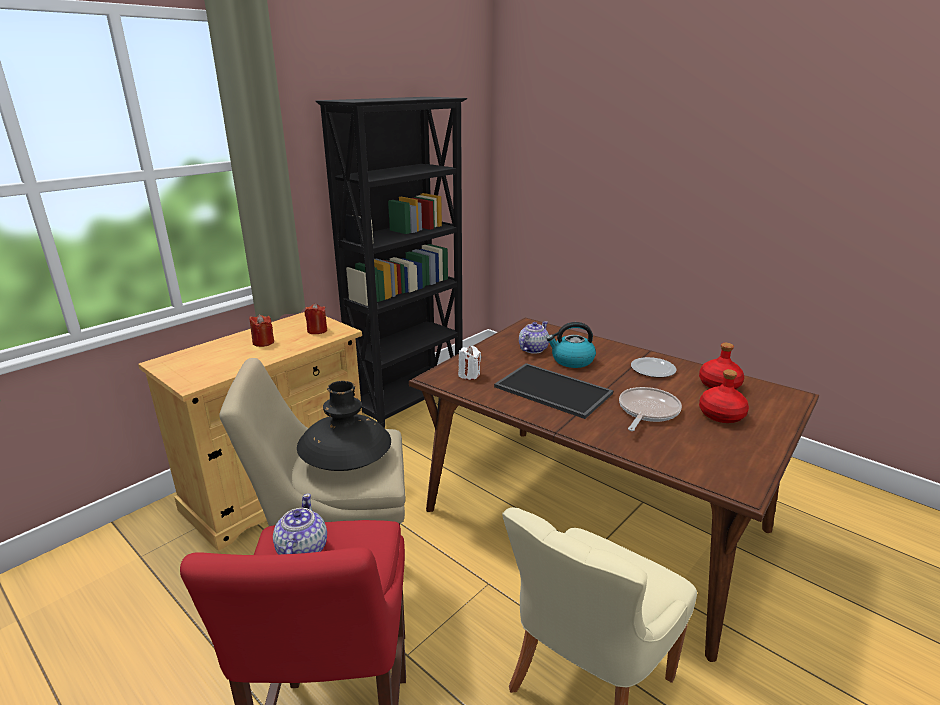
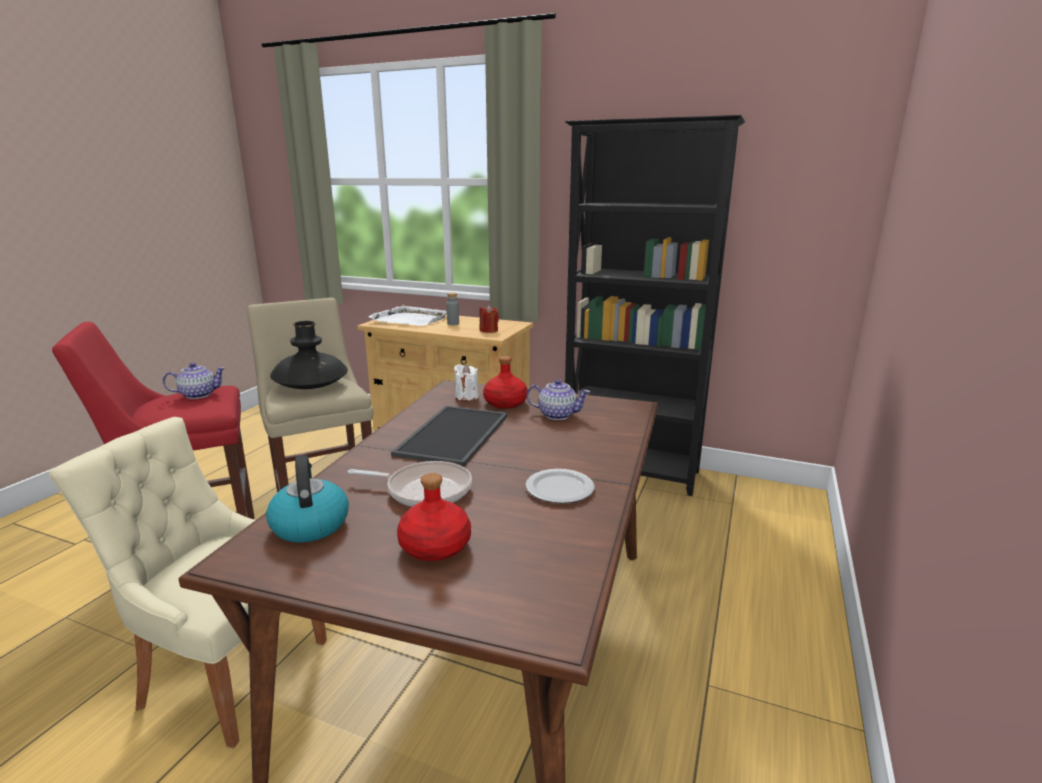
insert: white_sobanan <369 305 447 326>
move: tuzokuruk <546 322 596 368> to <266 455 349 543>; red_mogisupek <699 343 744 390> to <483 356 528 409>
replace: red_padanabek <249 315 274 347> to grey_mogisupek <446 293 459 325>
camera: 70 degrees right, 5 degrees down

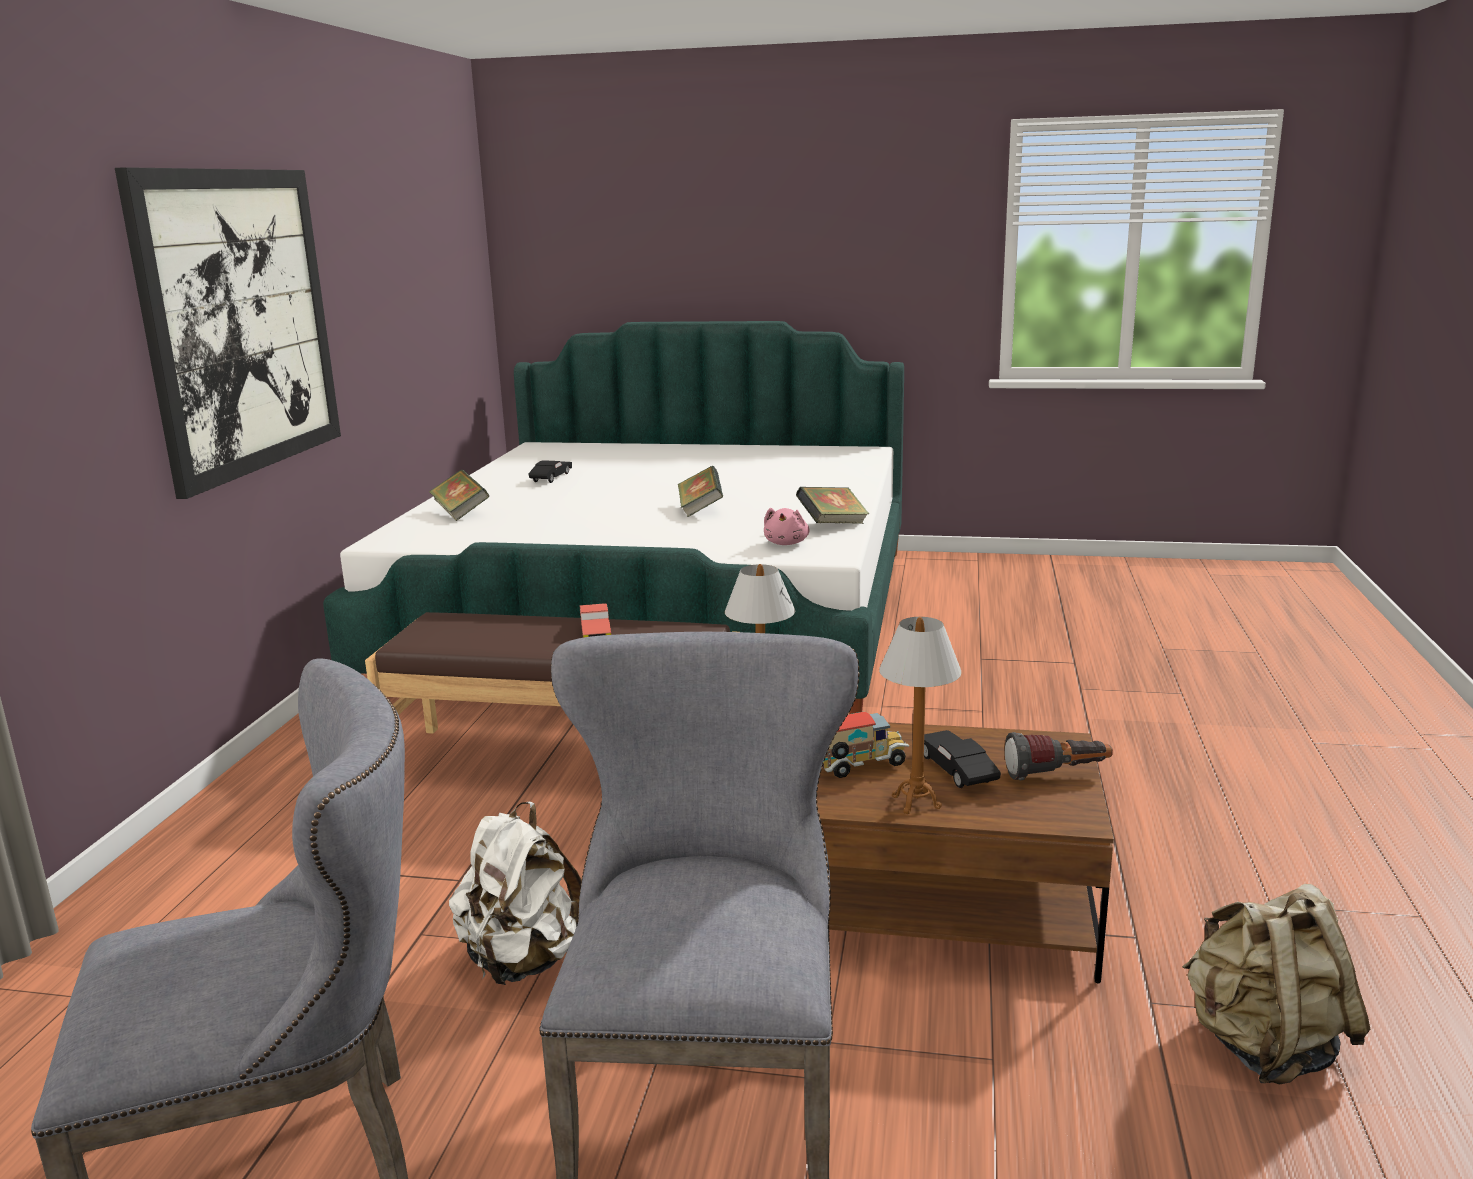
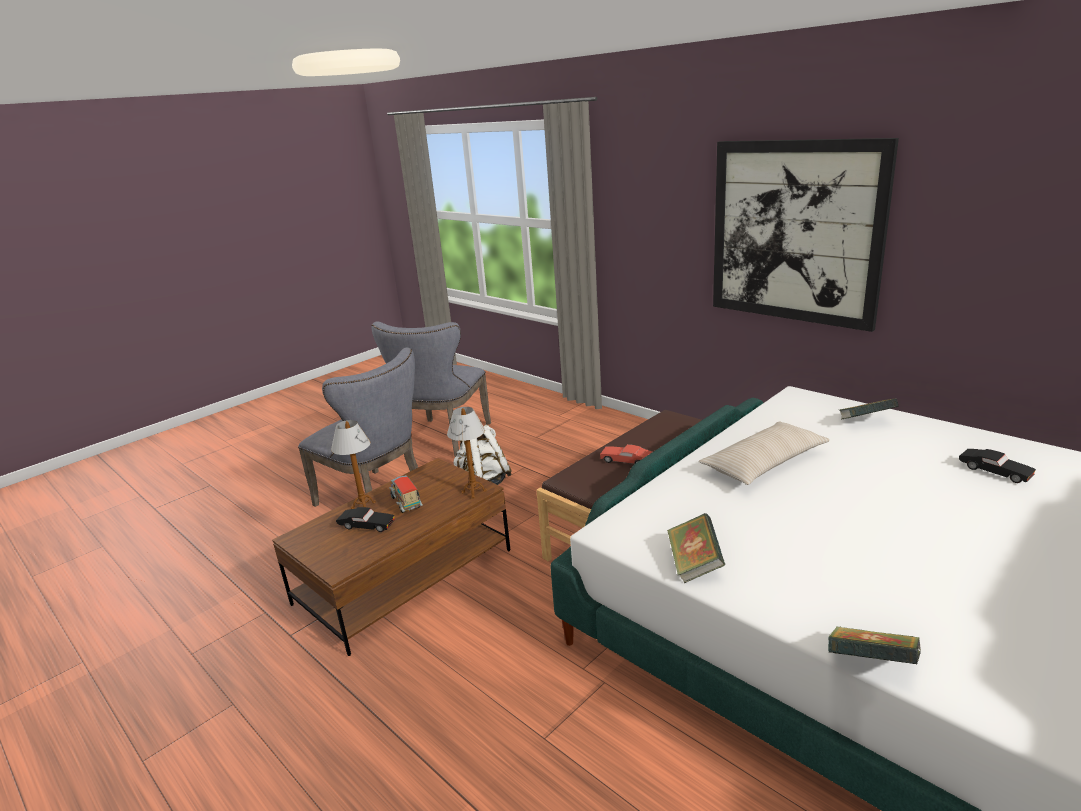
delete: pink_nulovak <764 508 810 545>; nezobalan <1005 732 1113 780>; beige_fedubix <1182 884 1371 1085>
insert: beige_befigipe <698 422 830 485>
move: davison <678 466 723 517> to <828 626 921 664>
rotate: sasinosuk <822 712 909 778> = <389 475 423 513> 135 degrees clockwise
camera: 125 degrees right, 5 degrees up

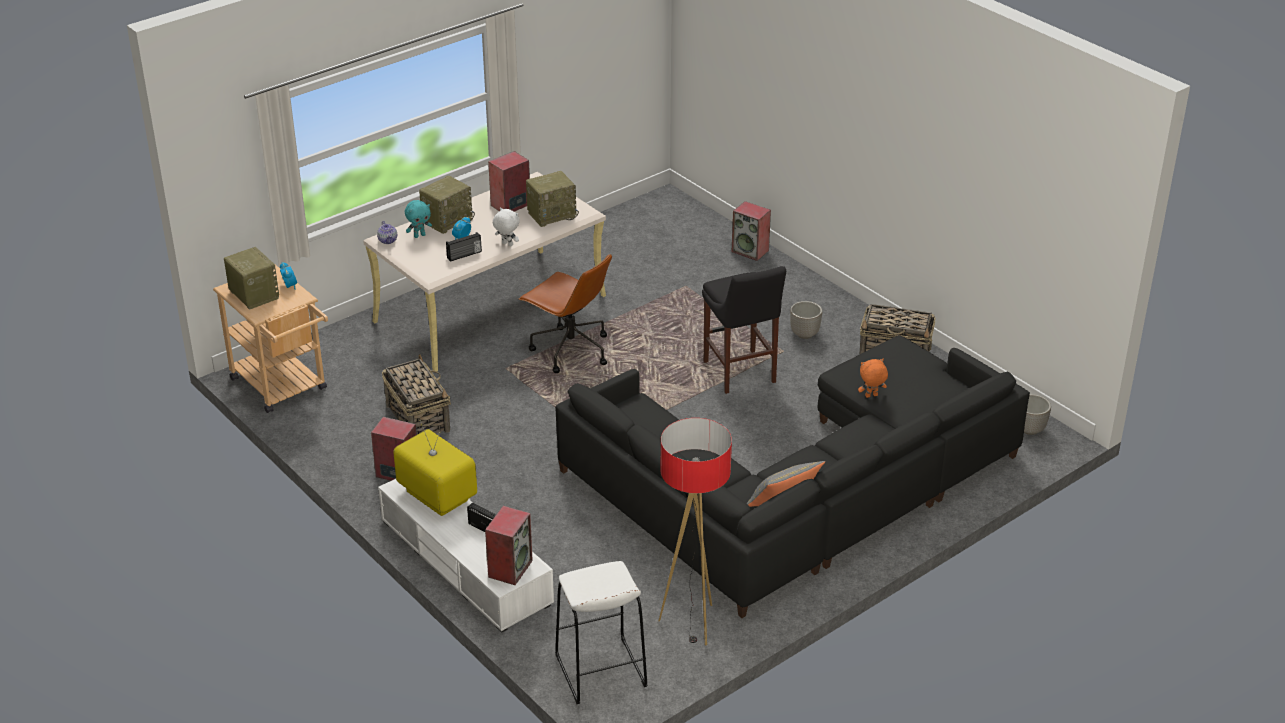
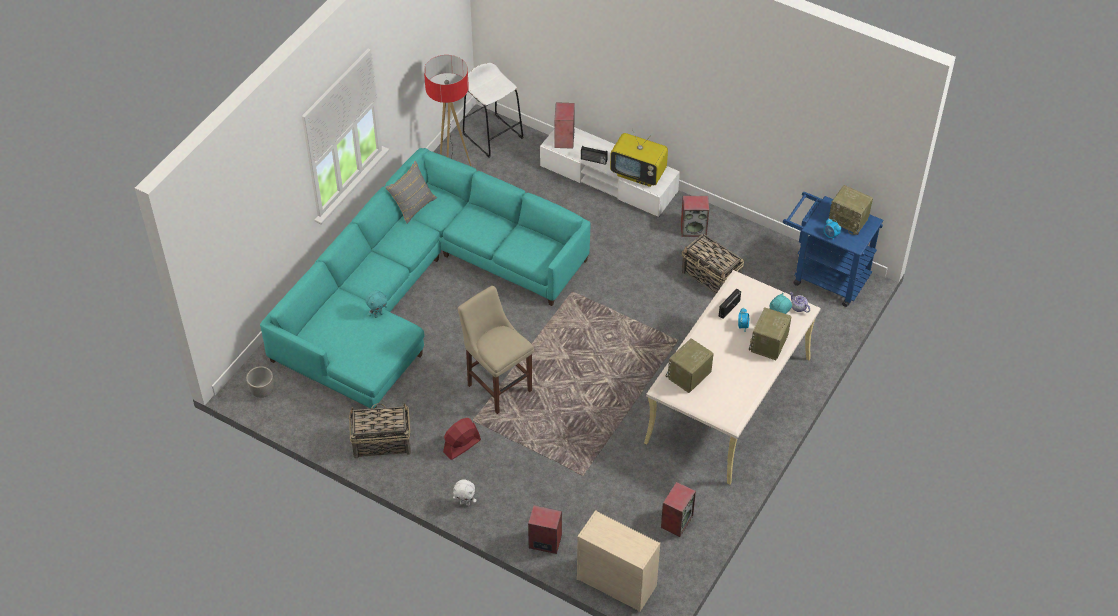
delete: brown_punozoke <519 254 612 373>
insert: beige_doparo <577 510 660 612>
move: white_nulovak <493 207 520 246> to <453 480 476 506>; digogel <488 151 530 212> to <661 482 696 537>
replace: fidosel <790 301 822 339> to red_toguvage <443 418 481 460>
recolor: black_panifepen <555 335 1030 618> to turquoise_panifepen <260 148 591 409>; orange_nulovak <858 359 888 398> to turquoise_nulovak <366 290 388 318>; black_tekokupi <702 266 786 394> to beige_tekokupi <458 286 534 414>; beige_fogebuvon <213 265 328 413> to blue_fogebuvon <783 192 883 307>
camera: 160 degrees right, 15 degrees up

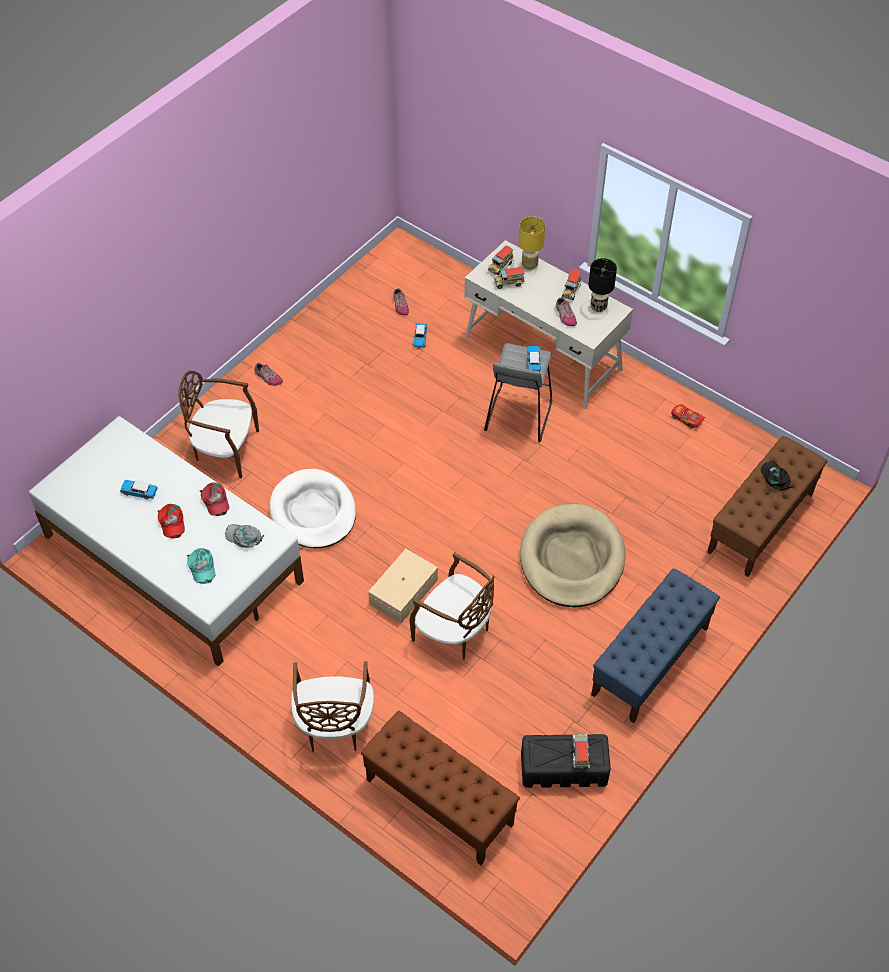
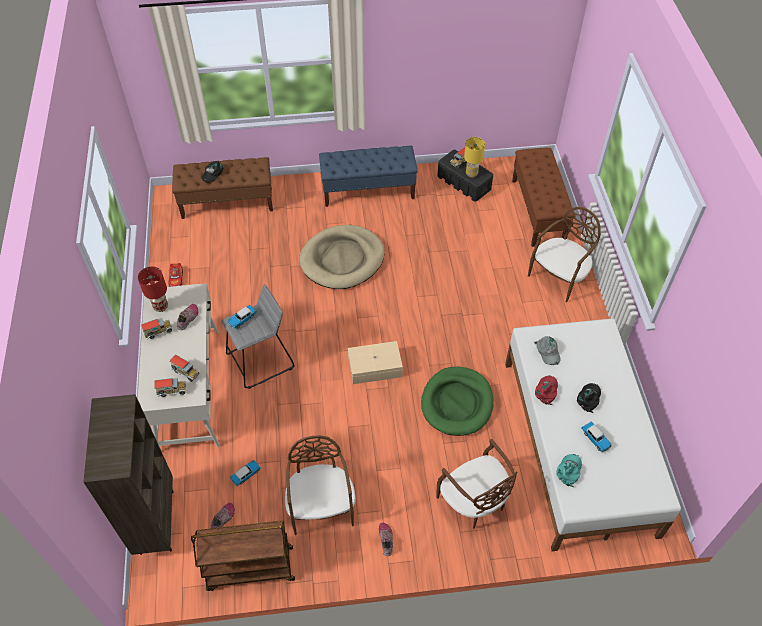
insert: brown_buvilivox <83 394 174 555>; brown_fogebuvon <191 520 295 591>
move: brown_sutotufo <409 552 495 660> to <285 435 356 535>; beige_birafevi <368 549 438 623> to <348 341 403 384>; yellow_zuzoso <519 216 545 270> to <464 137 485 178>; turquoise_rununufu <187 548 216 584> to <556 454 582 487>
recolor: black_zuzoso <588 258 617 312> to red_zuzoso <138 266 168 312>; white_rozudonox <269 469 356 548> to green_rozudonox <421 367 494 436>; red_rununufu <158 504 185 538> to black_rununufu <577 383 601 413>
camera: 135 degrees left, 0 degrees up

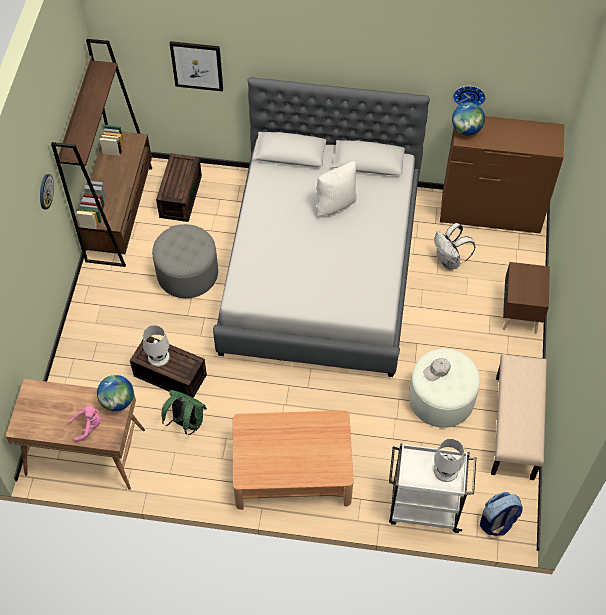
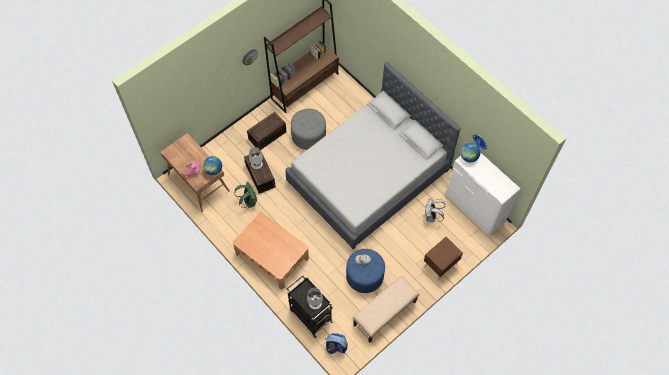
delete: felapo <170 41 223 91>; white_befigipe <317 161 357 216>
move: brown_birafevi <156 153 202 222> to <247 112 287 150>
recolor: white_fogebuvon <389 443 476 533> to black_fogebuvon <287 276 334 338>; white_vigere <409 349 480 428> to blue_vigere <346 249 385 293>; brown_doparo <440 116 564 233> to white_doparo <445 152 521 235>
camera: 40 degrees right, 5 degrees up

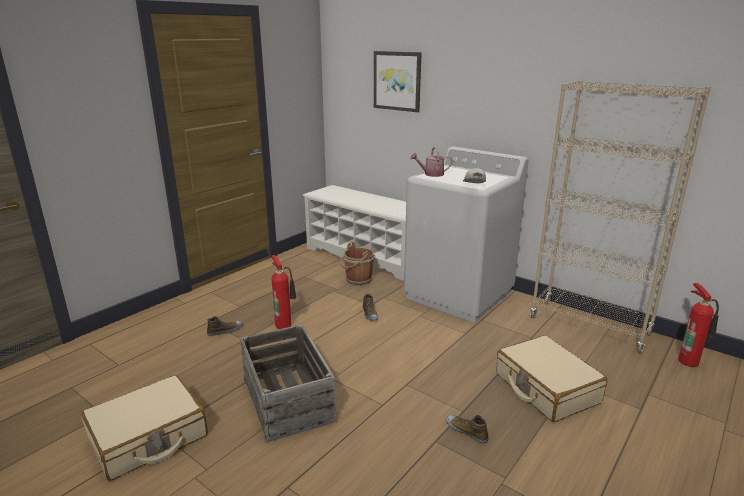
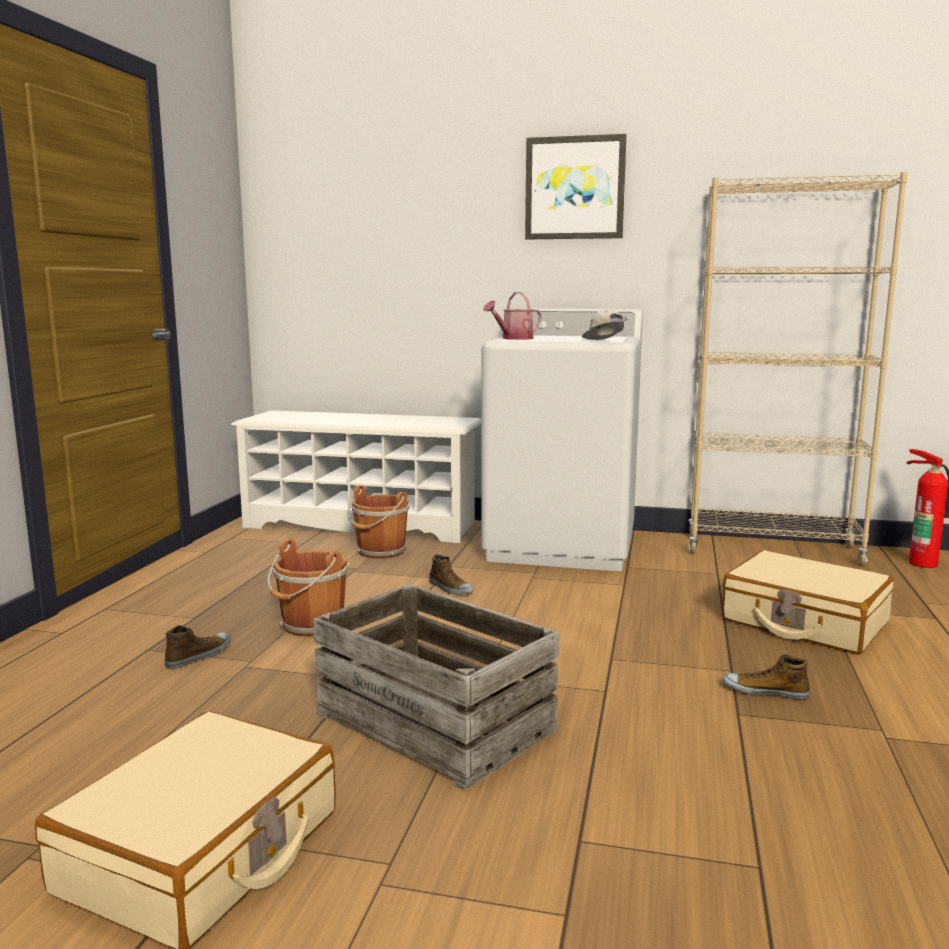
move: felapo <374 51 422 112> to <525 134 626 239>
replace: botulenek <271 255 296 329> to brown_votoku <267 539 350 637>
camera: 25 degrees left, 10 degrees down

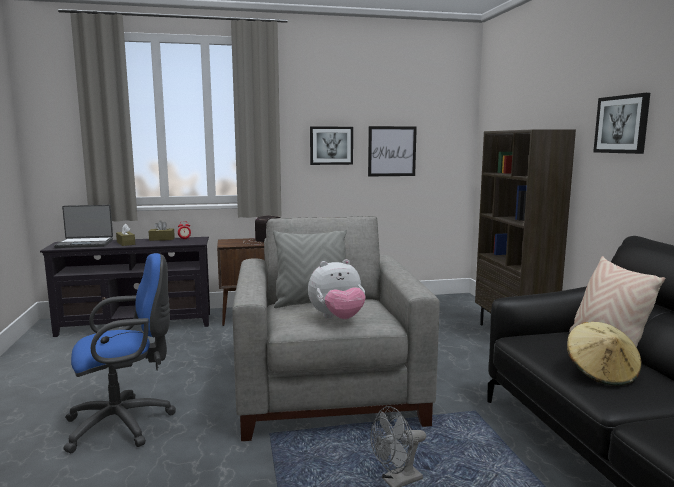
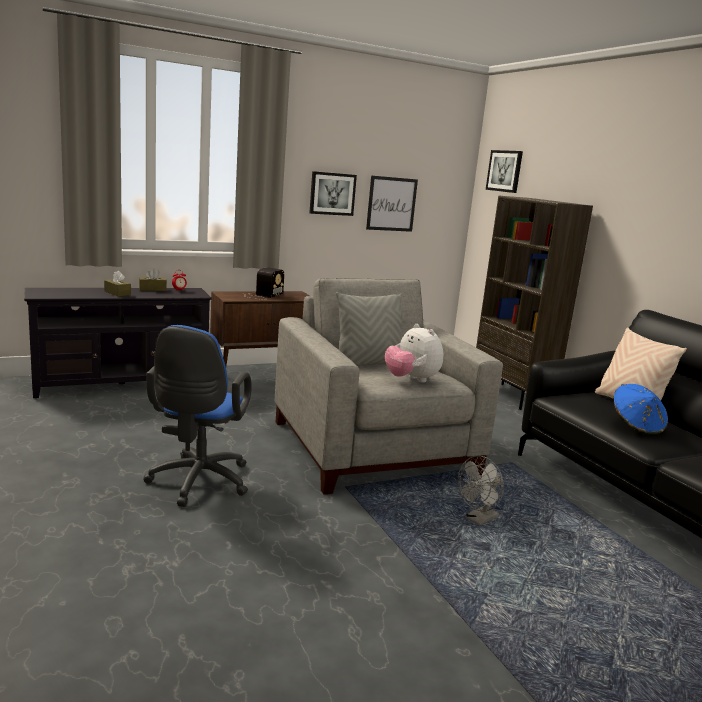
delete: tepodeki <54 205 113 248>
move: felapo <593 93 650 154> to <486 150 523 193>
recolor: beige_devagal <567 322 642 386> to blue_devagal <614 384 668 435>
rotate: blue_punozoke <63 253 176 453> = <143 325 252 507> 135 degrees clockwise; nulovak <308 259 366 319> = <385 324 443 382> 90 degrees clockwise
camera: 15 degrees left, 5 degrees up

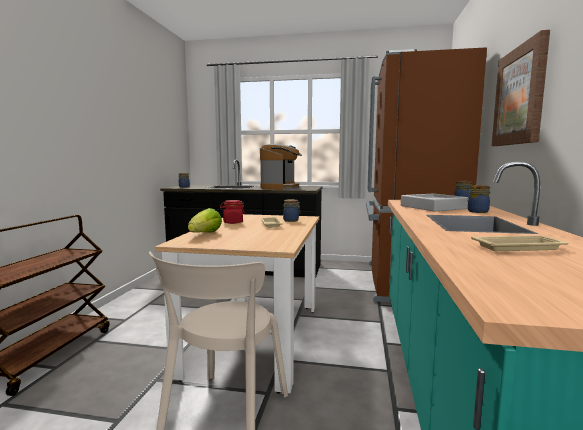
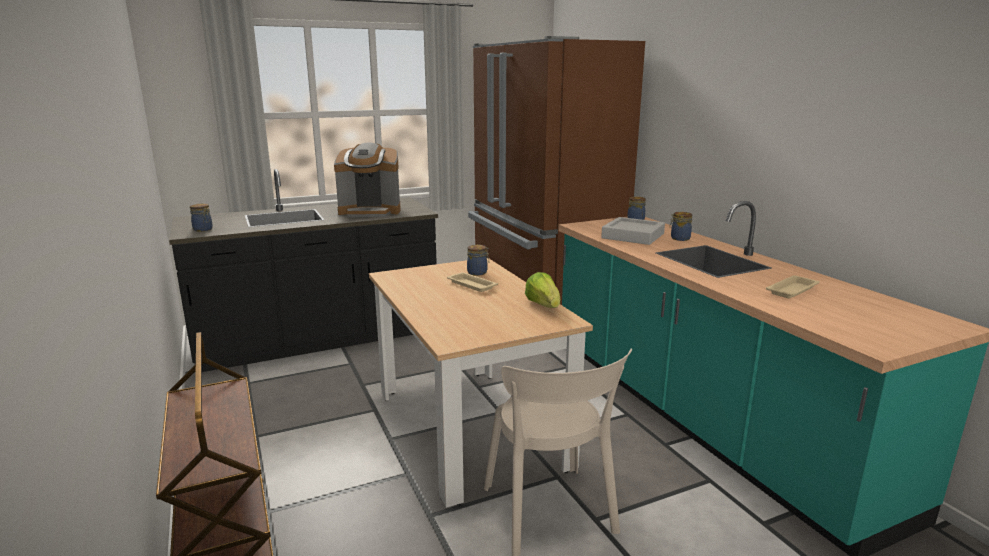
delete: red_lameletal <220 200 245 224>; felapo <492 30 550 146>
move: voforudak <188 208 222 233> to <525 272 560 308>
rotate: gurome <260 144 302 190> = <334 143 401 217> 105 degrees clockwise
camera: 35 degrees left, 10 degrees up

